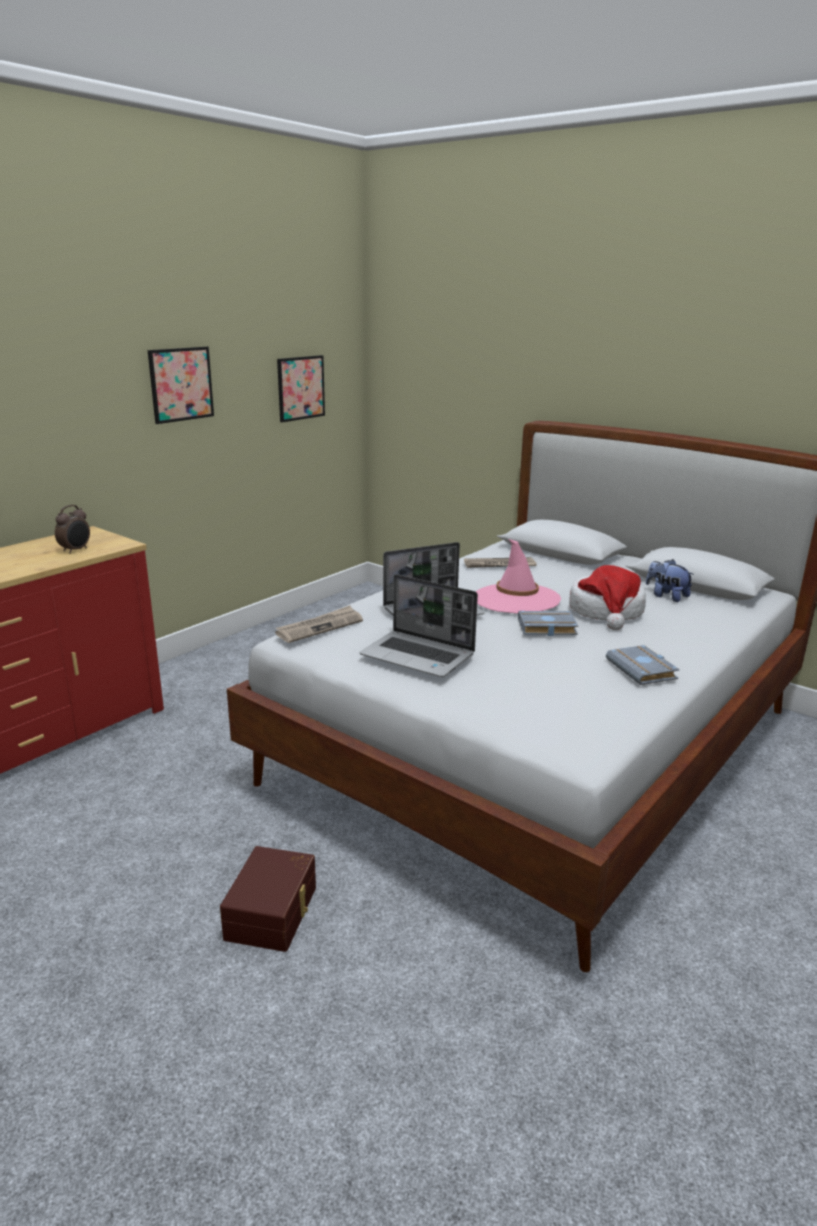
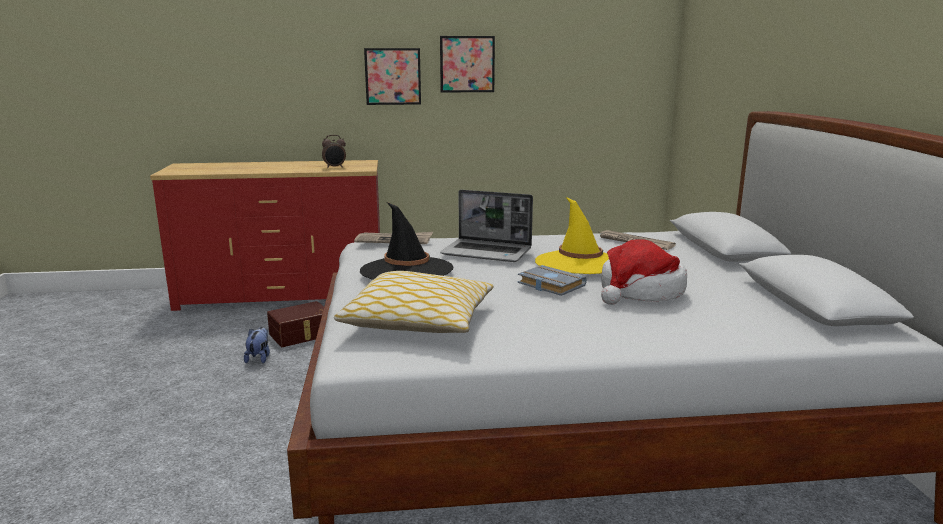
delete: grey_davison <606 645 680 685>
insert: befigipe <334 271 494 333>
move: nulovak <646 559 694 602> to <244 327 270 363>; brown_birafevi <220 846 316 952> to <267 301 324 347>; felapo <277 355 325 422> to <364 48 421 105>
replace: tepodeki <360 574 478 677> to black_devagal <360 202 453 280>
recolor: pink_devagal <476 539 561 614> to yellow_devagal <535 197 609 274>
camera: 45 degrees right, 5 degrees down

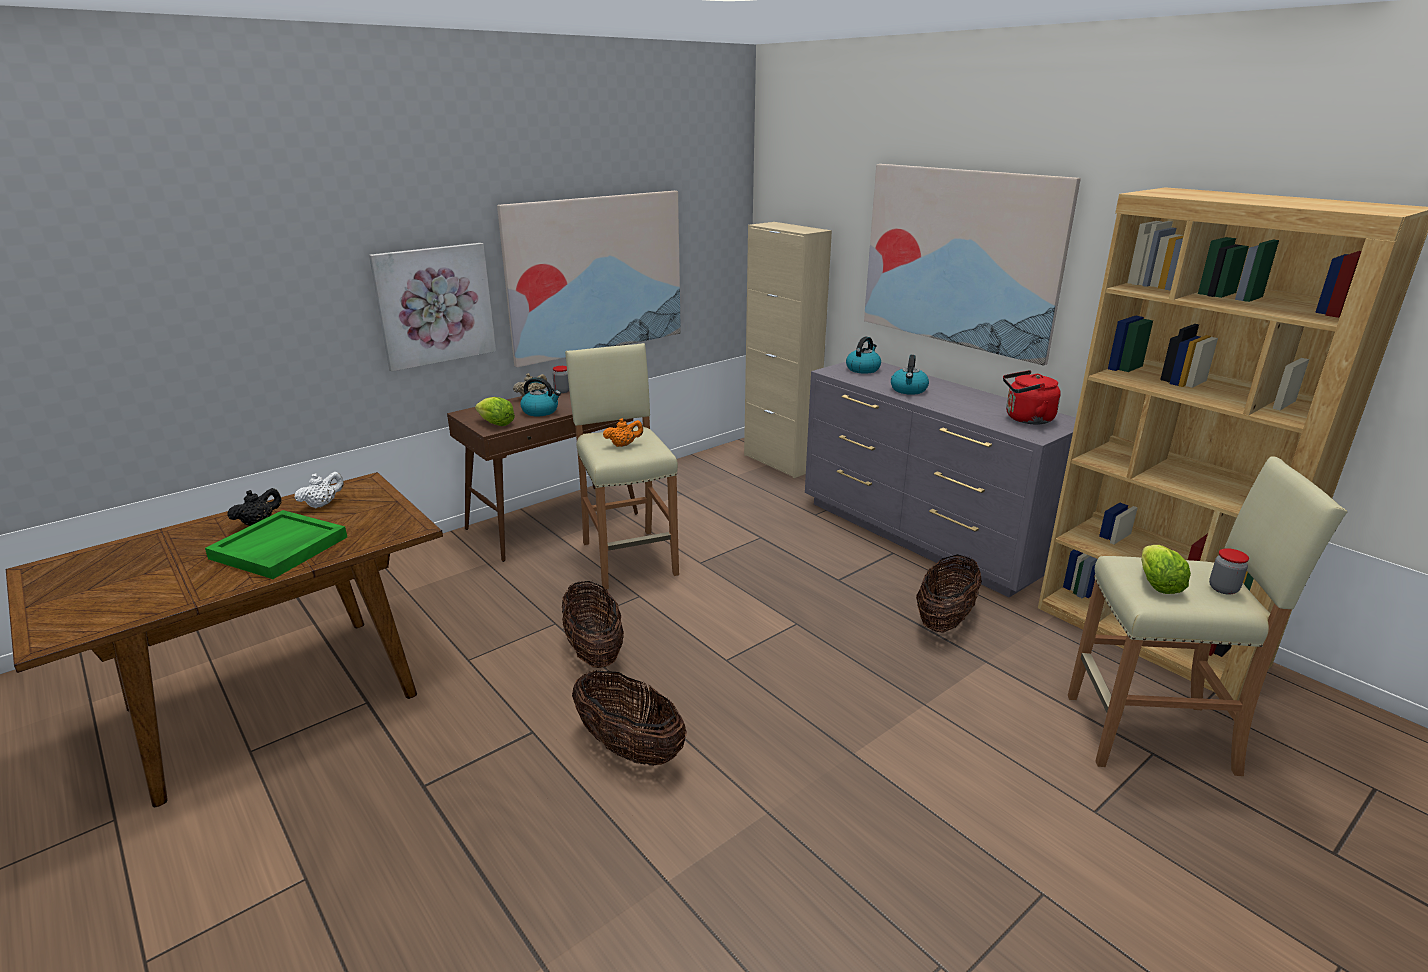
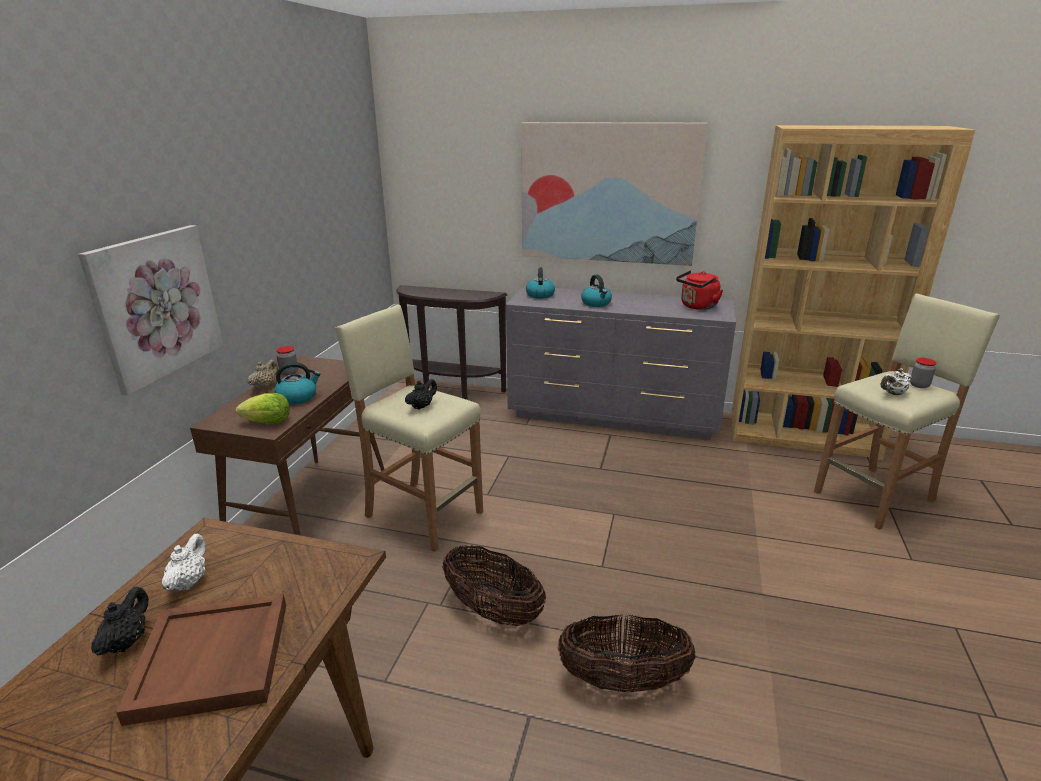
delete: felapo <497 191 681 367>; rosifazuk <916 554 982 632>
replace: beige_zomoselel <744 222 832 478> to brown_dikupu <396 285 507 400>; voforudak <1141 545 1191 594> to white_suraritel <881 368 912 395>
recolor: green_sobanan <205 510 347 579> to brown_sobanan <116 594 286 726>; orange_suraritel <603 418 643 447> to black_suraritel <405 379 437 410>
camera: 35 degrees left, 0 degrees up

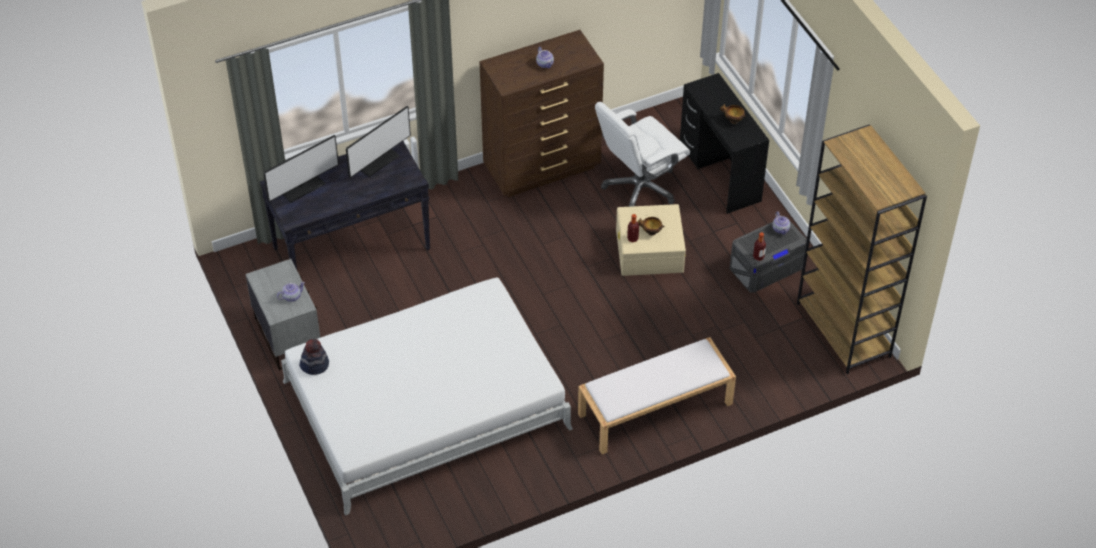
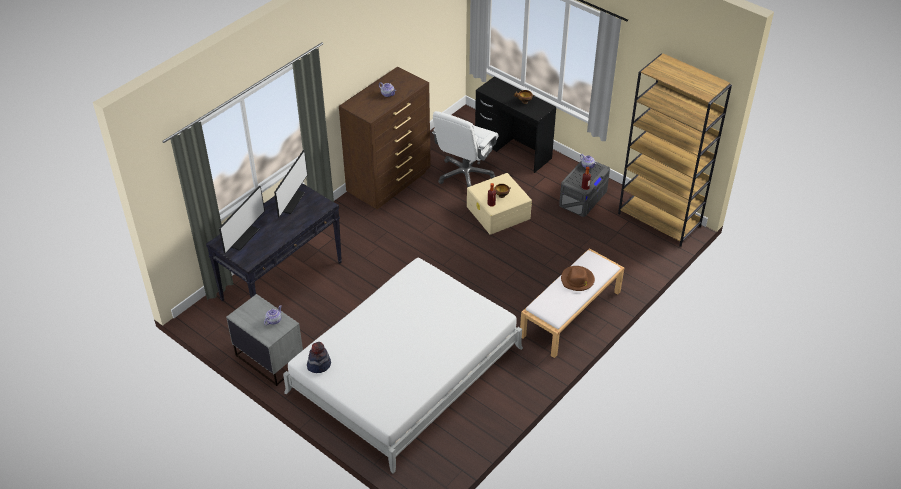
insert: brown_devagal <561 266 595 291>
camera: 25 degrees left, 5 degrees down

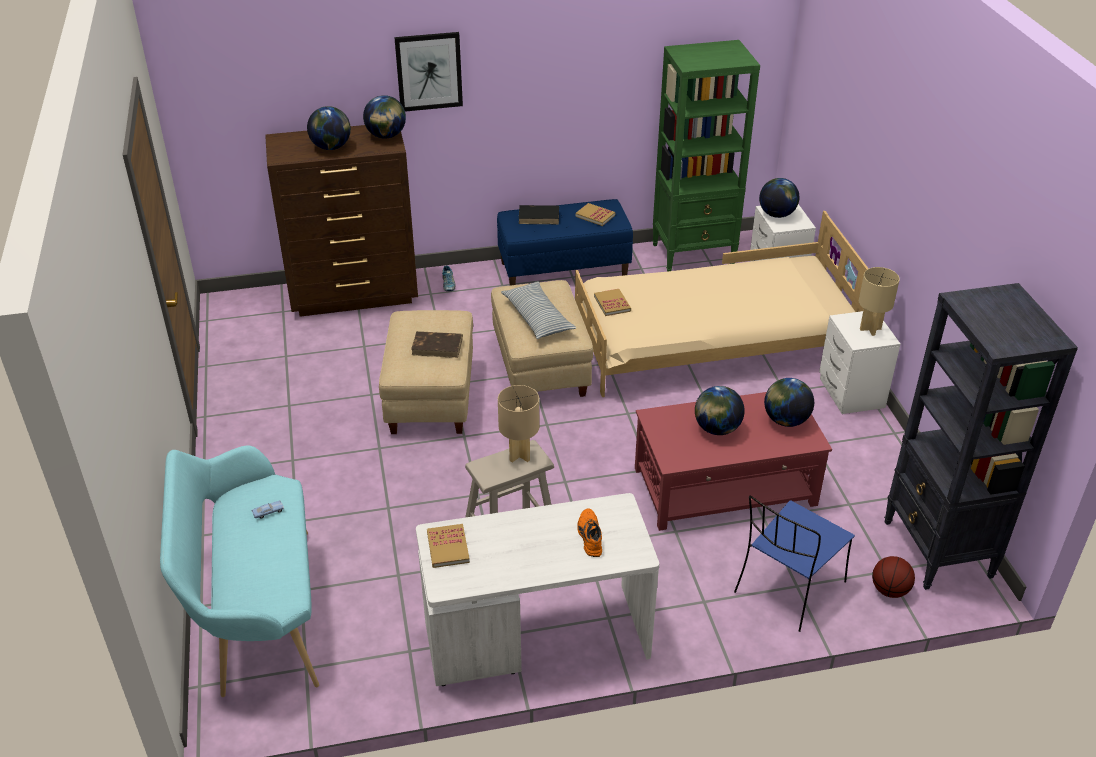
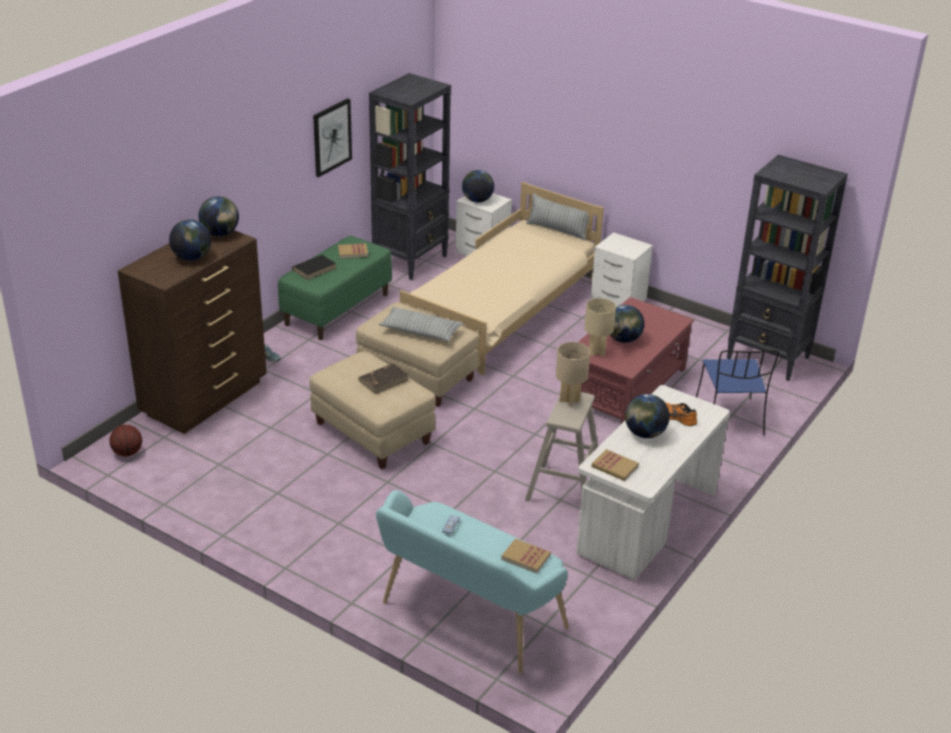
insert: befigipe <526 193 589 241>
move: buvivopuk <872 556 915 598> to <109 425 142 456>; felapo <394 32 463 112> to <313 98 352 177>; davison <594 289 631 316> to <501 538 551 573>; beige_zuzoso <859 267 900 336> to <584 298 616 356>; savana <764 378 814 427> to <625 394 670 438>
recolor: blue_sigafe <497 199 633 286> to green_sigafe <278 236 392 340>; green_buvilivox <652 40 760 272> to black_buvilivox <369 73 451 280>
camera: 45 degrees left, 5 degrees down

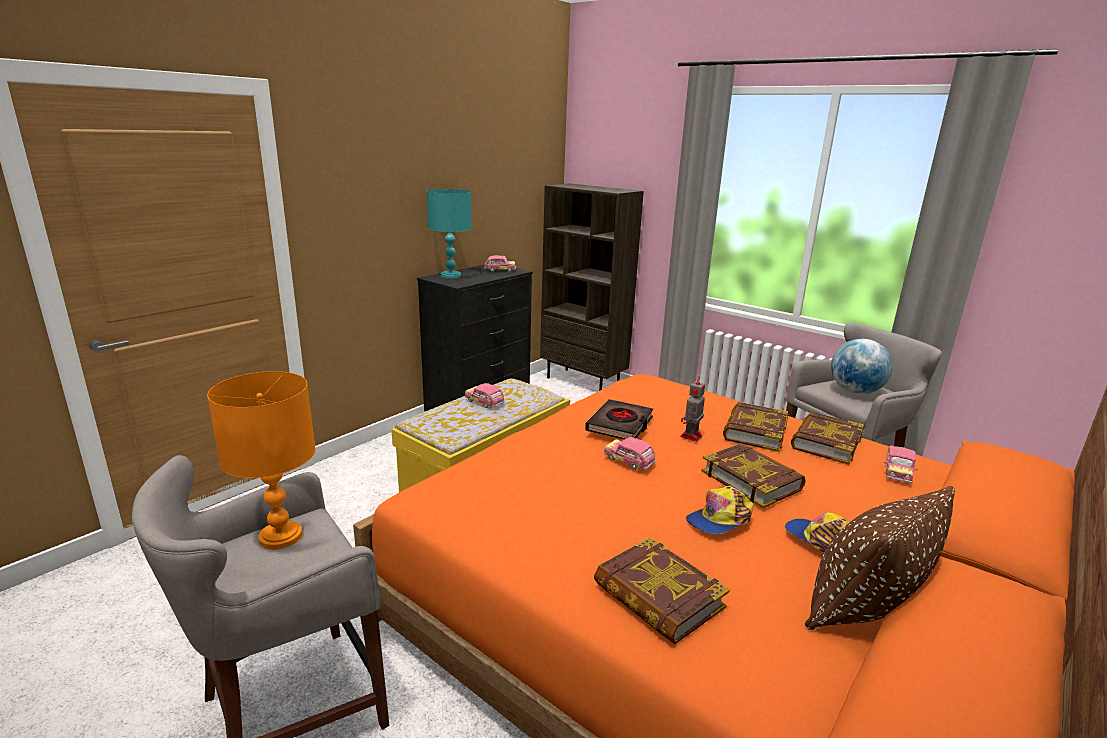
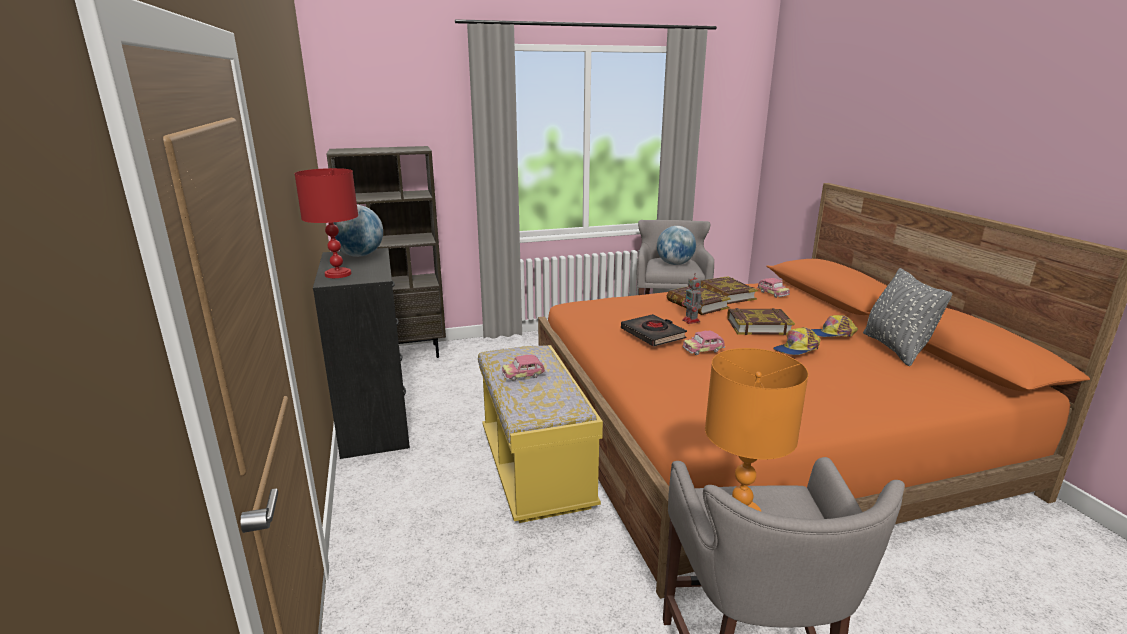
delete: davison <594 537 730 644>
replace: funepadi <484 255 516 272> to savana <333 205 383 257>
recolor: turquoise_zuzoso <427 189 472 278> to red_zuzoso <294 168 358 278>; brown_befigipe <805 486 955 630> to grey_befigipe <863 268 953 366>
rotate: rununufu <686 486 754 534> = <773 327 821 355> 60 degrees clockwise
camera: 55 degrees left, 0 degrees up

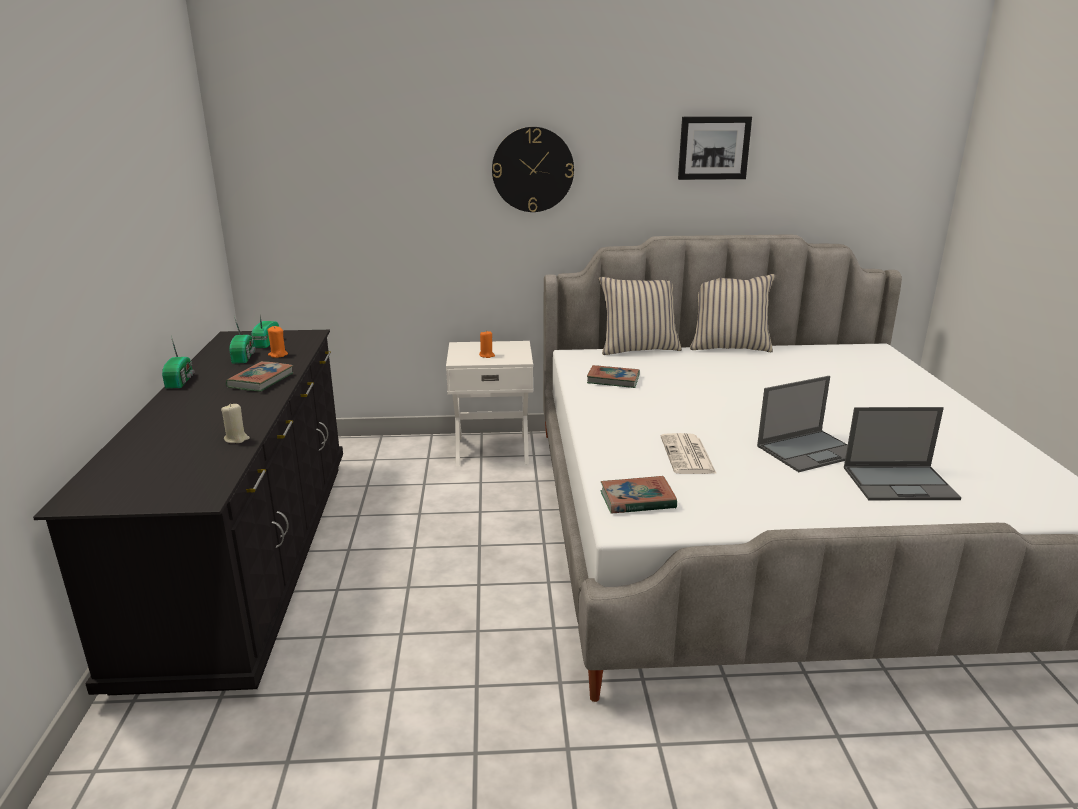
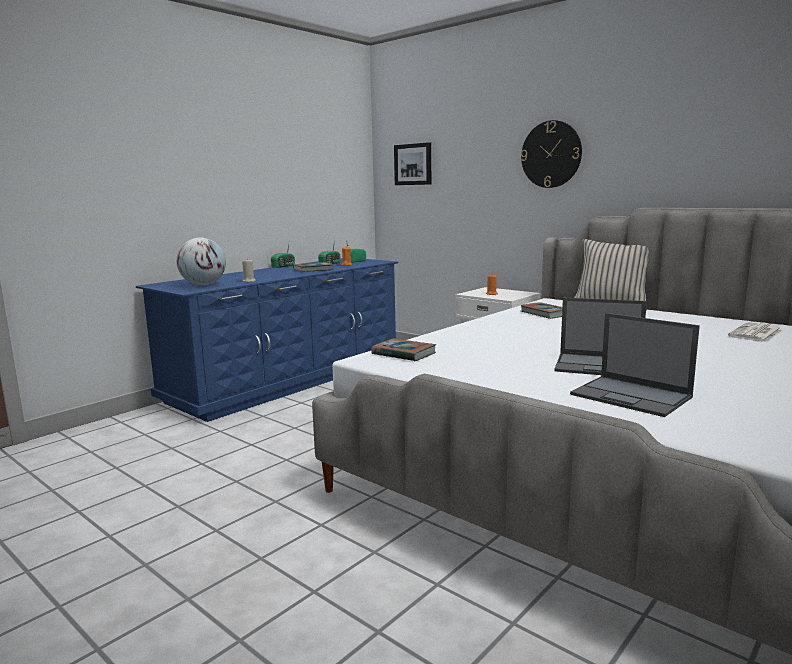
delete: beige_befigipe <690 274 775 352>
insert: savana <176 238 226 285>
move: felapo <678 116 752 180> to <394 142 431 185>; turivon <660 433 717 474> to <728 322 782 342>
recolor: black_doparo <33 330 343 695> to blue_doparo <136 258 398 422>
camera: 45 degrees right, 10 degrees down

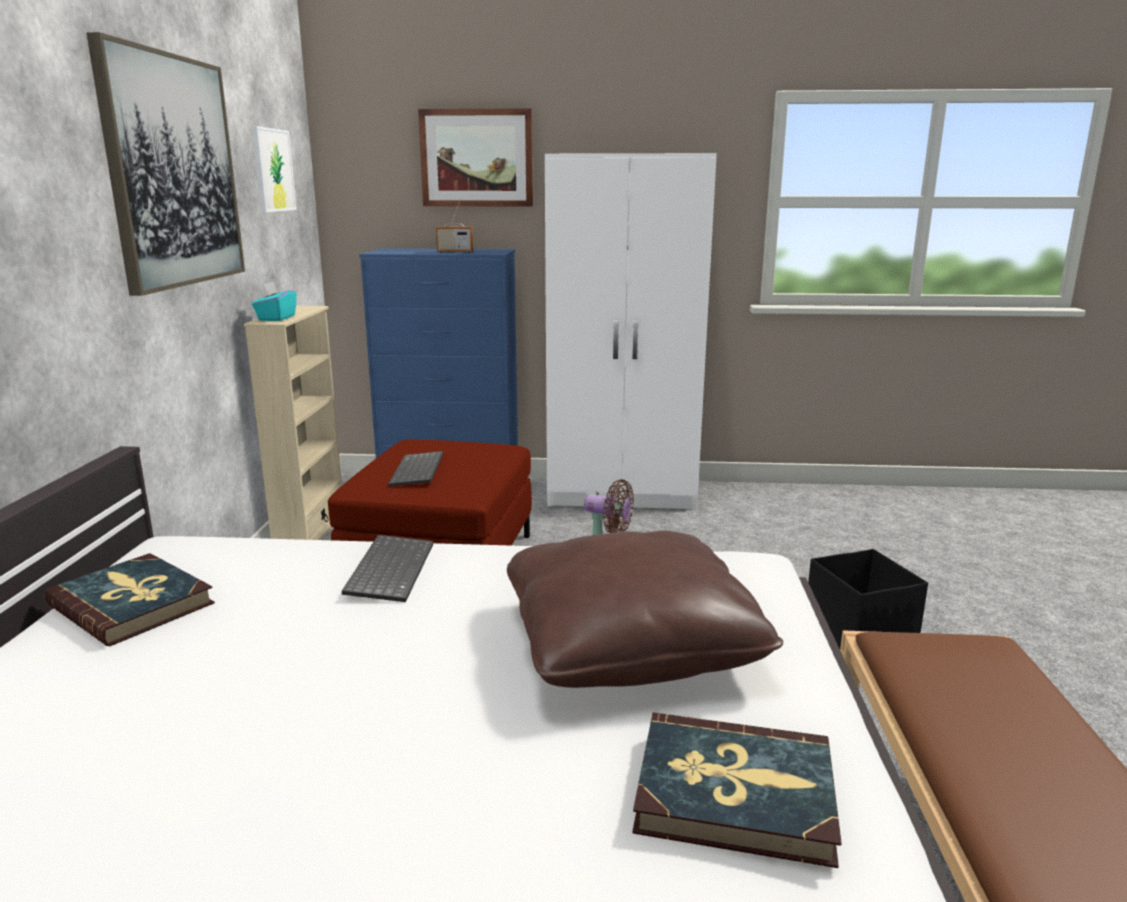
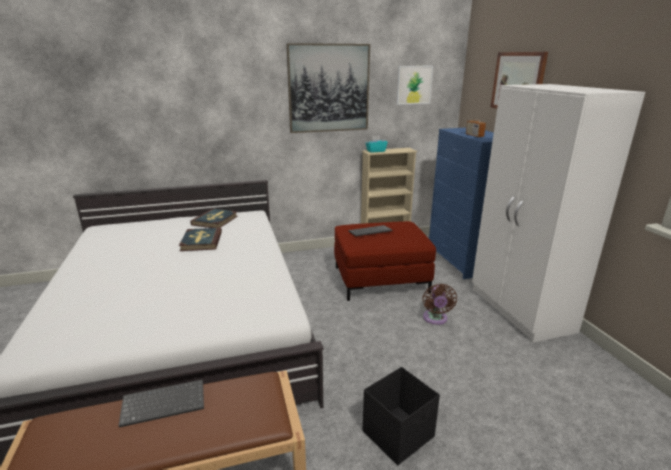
delete: brown_befigipe <507 530 783 688>
move: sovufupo <342 535 433 602> to <119 379 204 427>; davison <632 712 842 868> to <179 228 222 251>
camera: 70 degrees right, 5 degrees up

